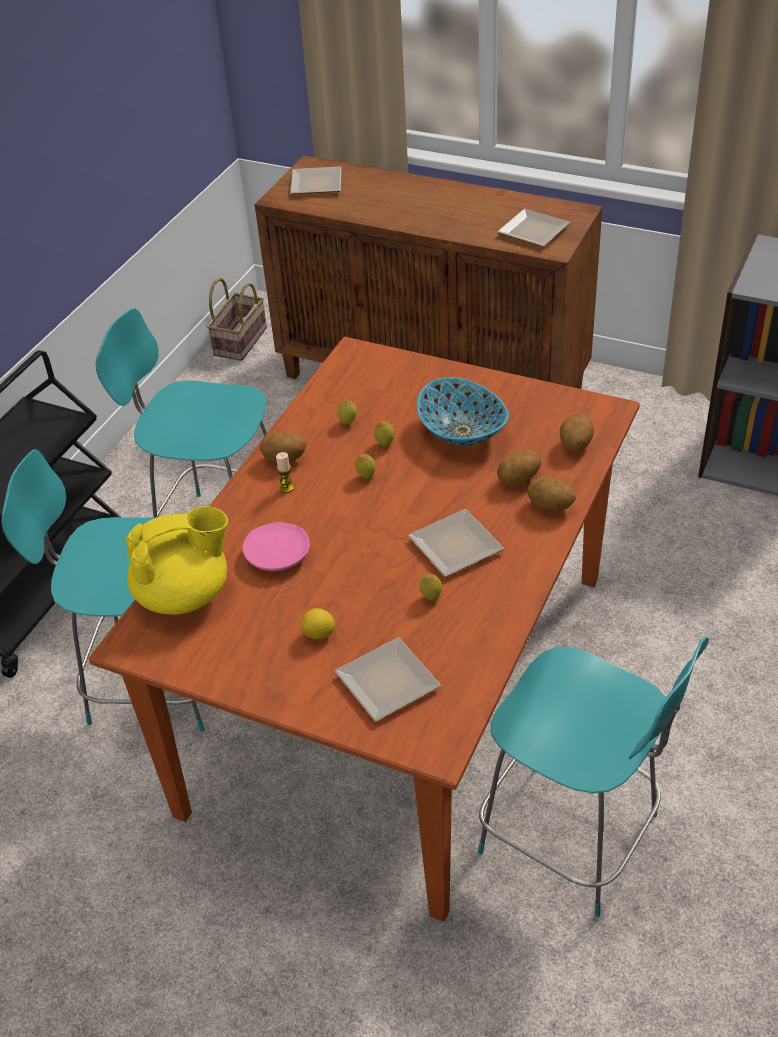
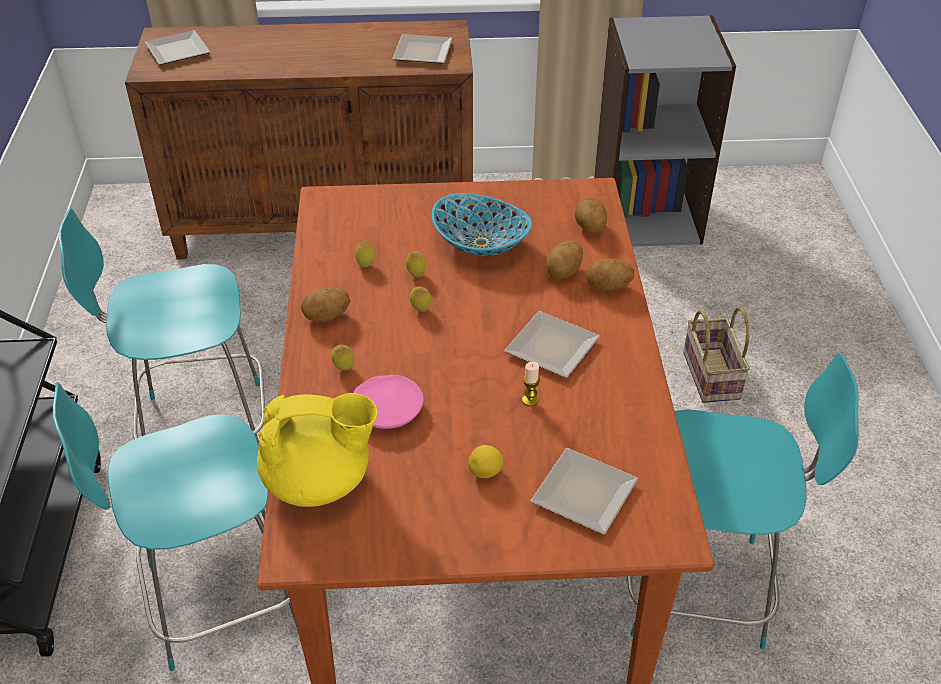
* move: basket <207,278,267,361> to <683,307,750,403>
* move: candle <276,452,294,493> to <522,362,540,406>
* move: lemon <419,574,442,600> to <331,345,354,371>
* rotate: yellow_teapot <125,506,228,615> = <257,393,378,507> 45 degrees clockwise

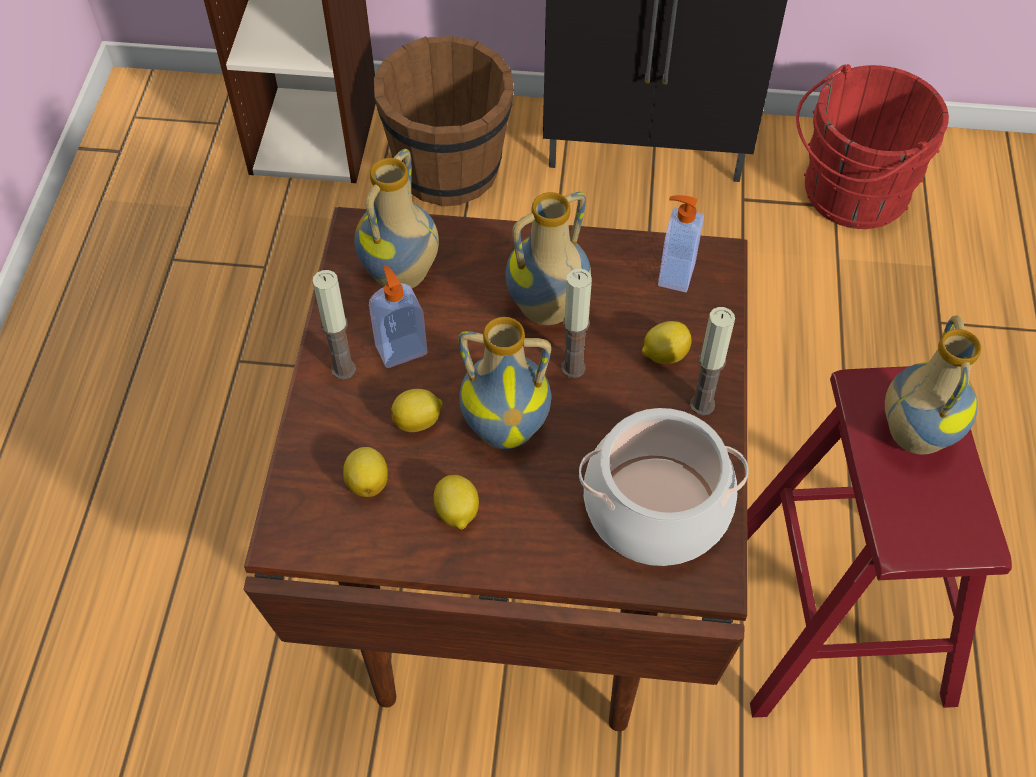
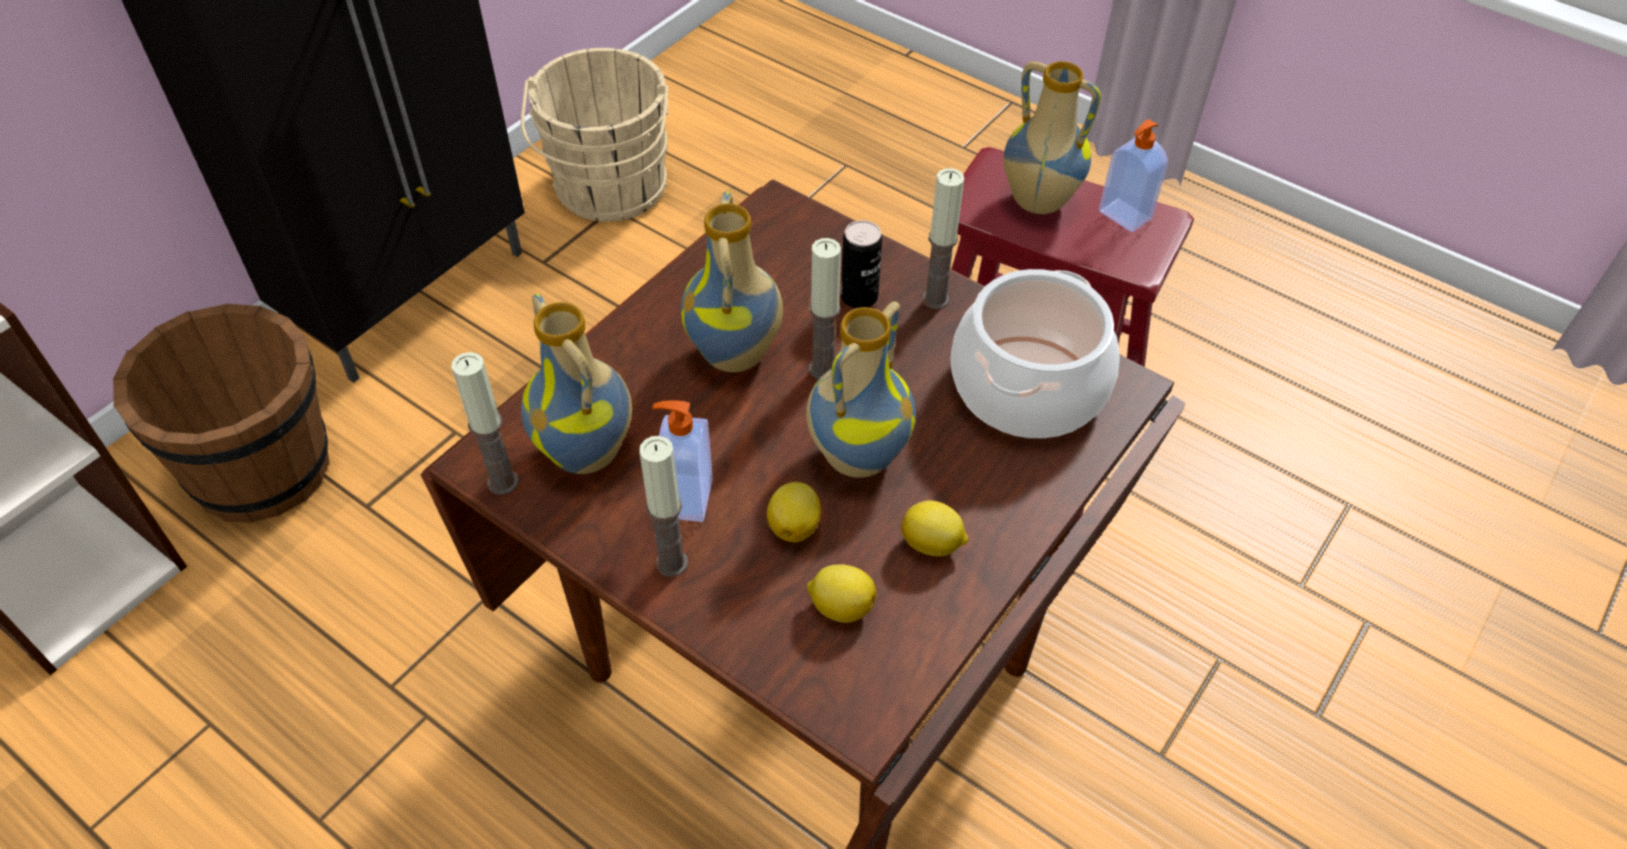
* insert: candle <451,352,519,495>
* move: soap_dispenser <658,195,704,292> to <1099,119,1168,232>
* replace: lemon <642,321,692,364> to can <841,220,882,309>
* recolor: red_bucket <796,64,949,229> to beige_bucket <521,48,668,222>

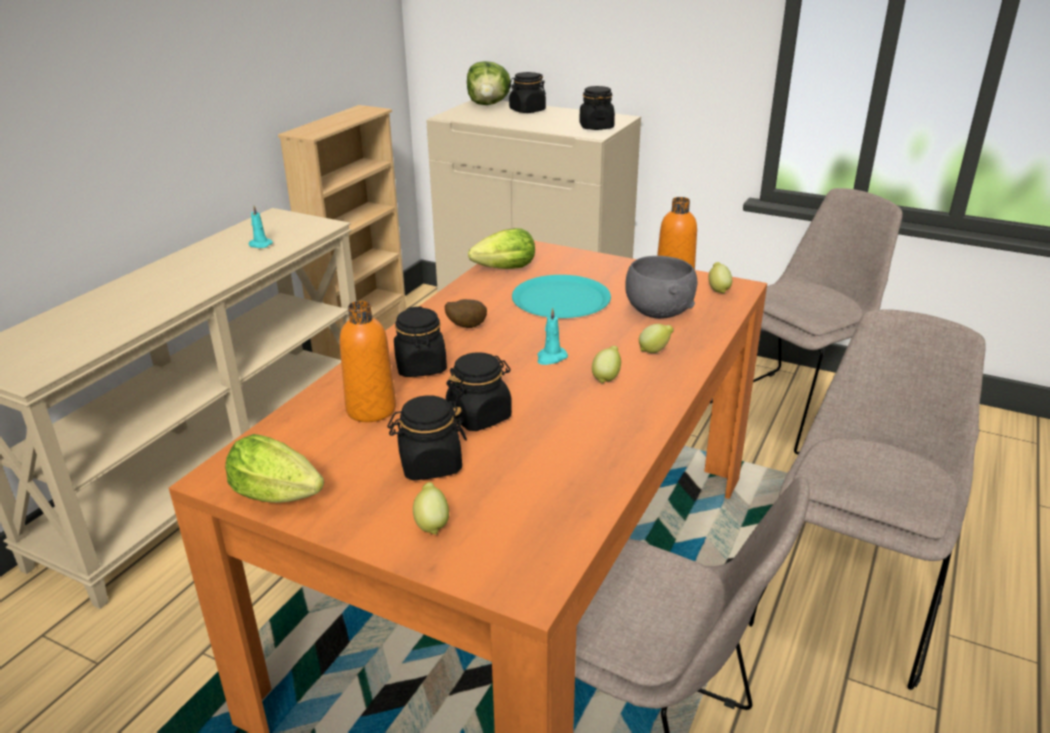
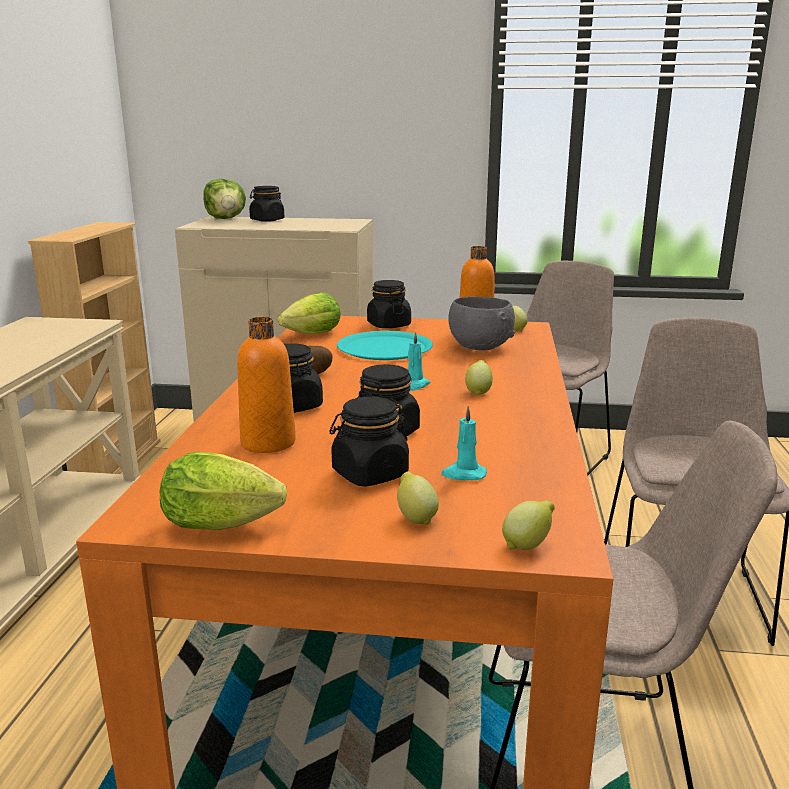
* move: turquoise_candle <249,206,273,248> to <441,406,487,480>
* move: black_jar <579,86,615,130> to <367,280,411,328>
* move: lemon <639,324,674,353> to <502,500,555,550>

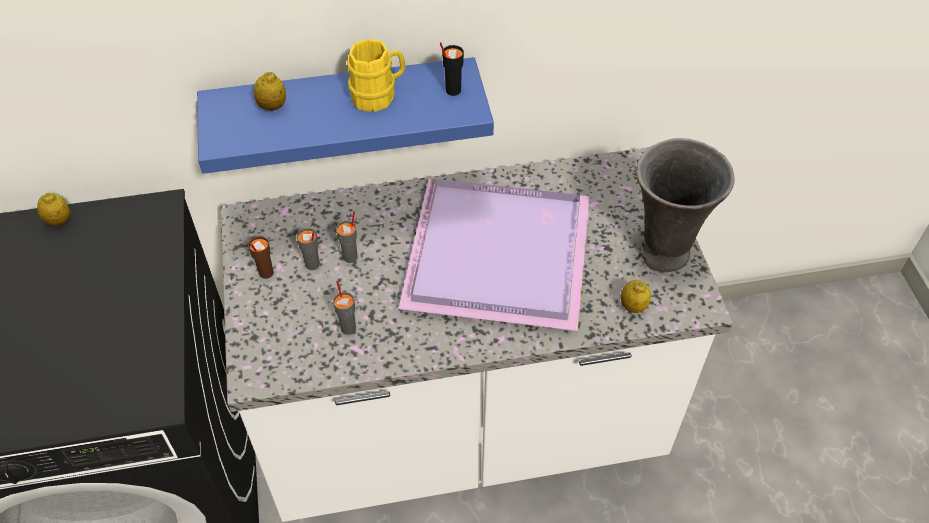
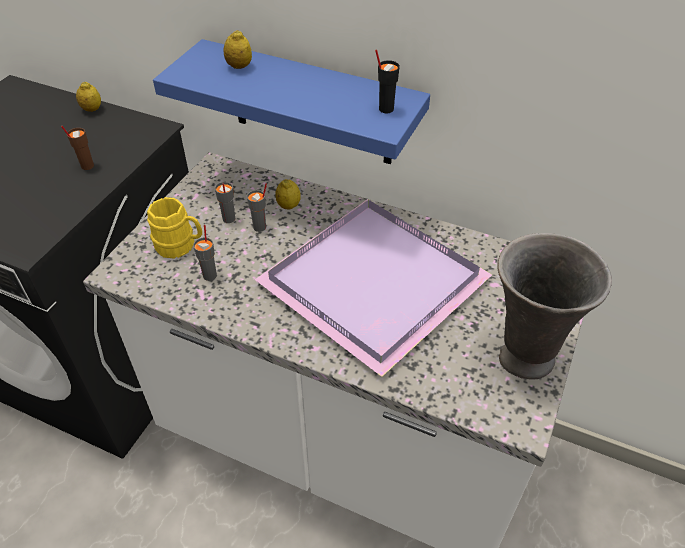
* move: brown_cup <248,236,274,279> to <61,126,94,170>
* move: yellow_mug <347,39,405,112> to <147,197,202,259>
* move: lemon <621,280,651,313> to <275,179,301,210>

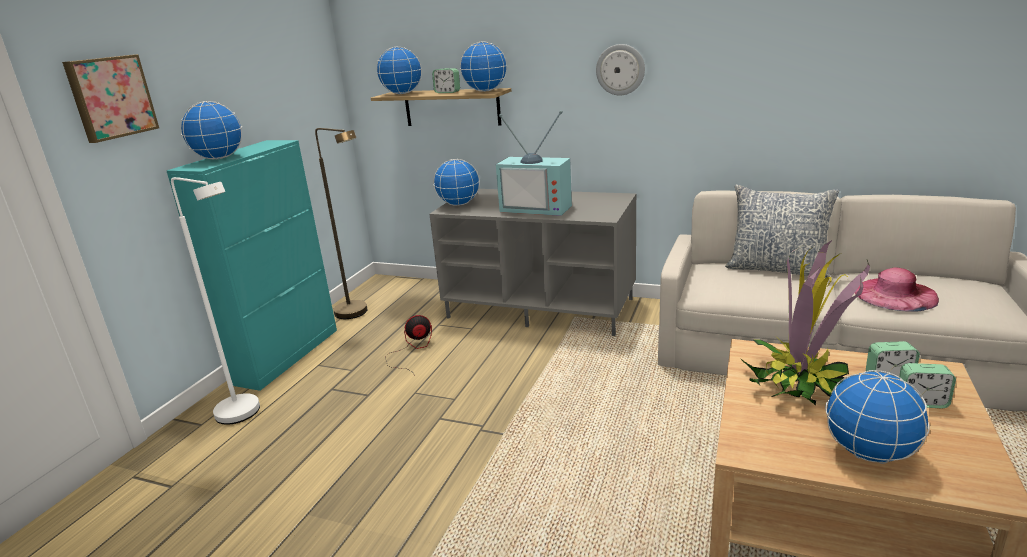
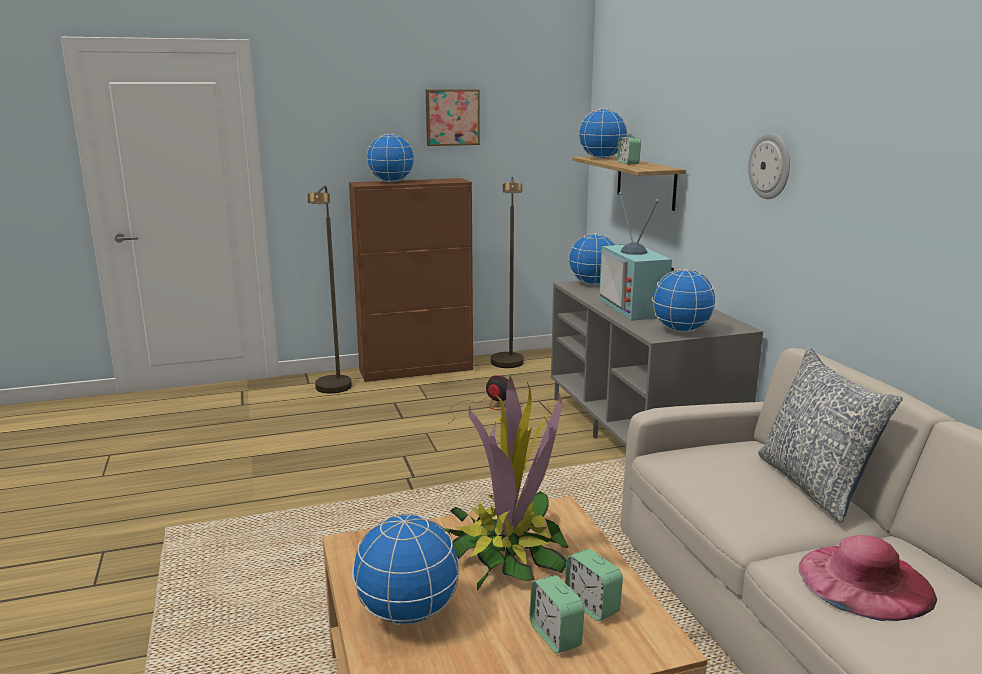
* move: picture <62,54,159,143> to <426,89,480,146>
* move: globe <460,42,507,92> to <652,269,717,332>
* recolor: turquoise_cabinet <167,140,337,391> to brown_cabinet <349,178,473,382>
* recolor: white_floor_lamp <171,177,260,425> to brown_floor_lamp <308,186,352,393>

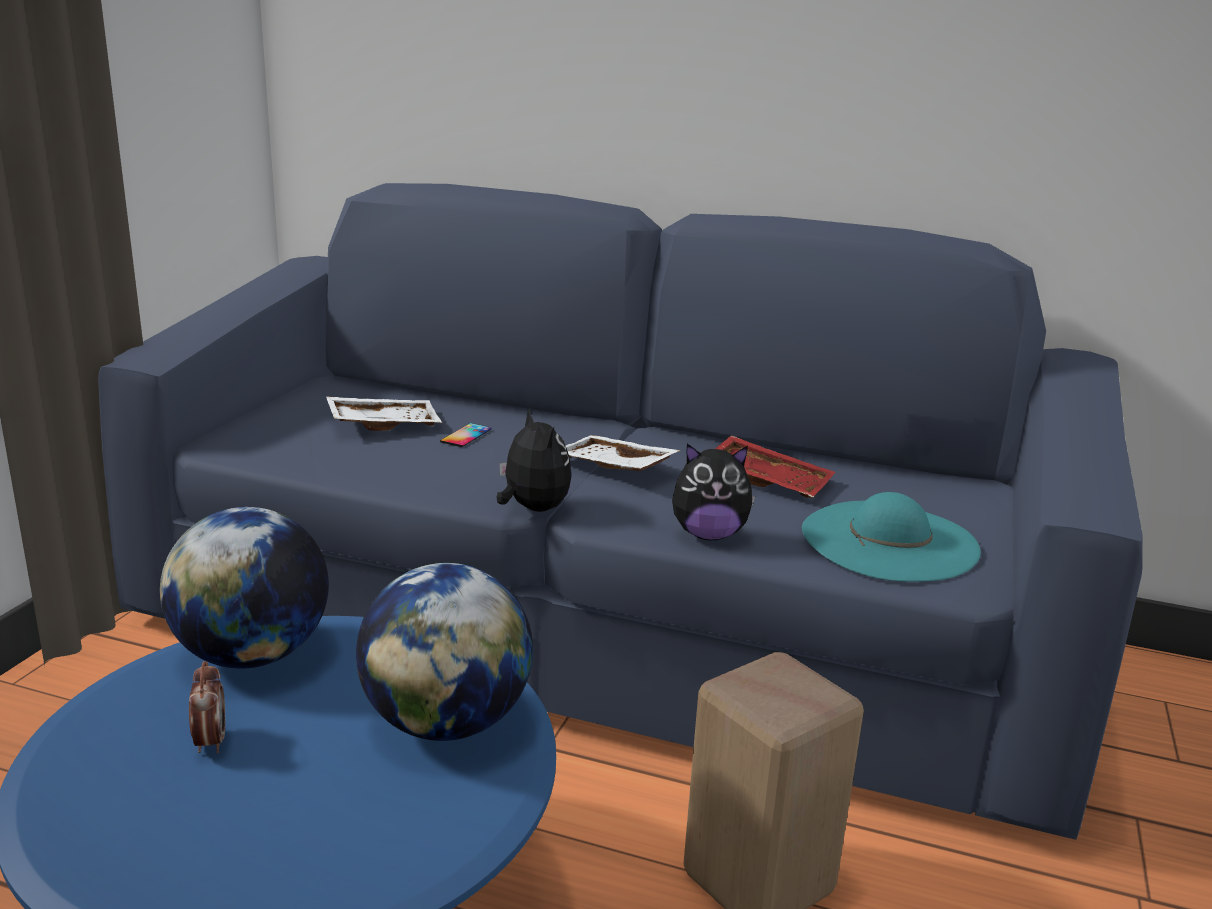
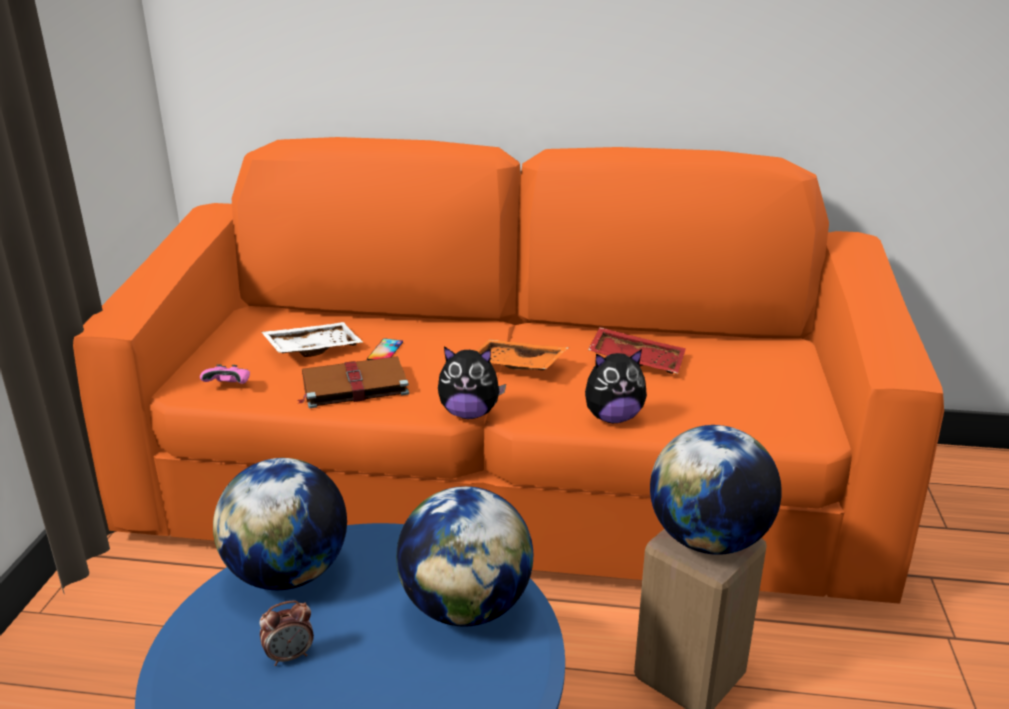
* delete: turquoise_hat <802,492,981,582>
* insert: pink_game_controller <200,364,250,384>
* insert: brown_book <298,357,409,408>
* insert: globe <650,425,782,555>
* recolor: blue_sofa <98,183,1143,840> to orange_sofa <73,137,944,604>
* recolor: white_tray <566,435,681,471> to orange_tray <476,340,569,370>
* rotate: alarm_clock <189,661,225,753> = <259,600,314,666> 90 degrees clockwise
* rotate: plush_toy <497,408,571,512> = <438,347,506,419> 135 degrees clockwise

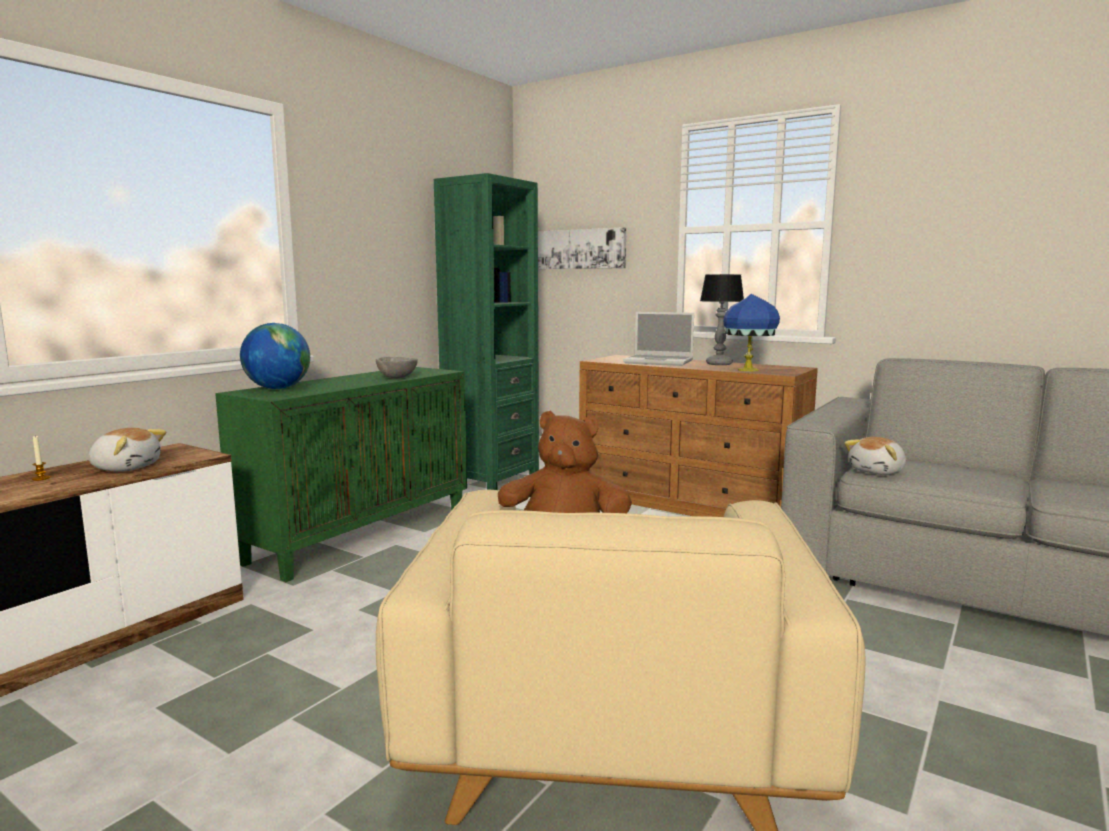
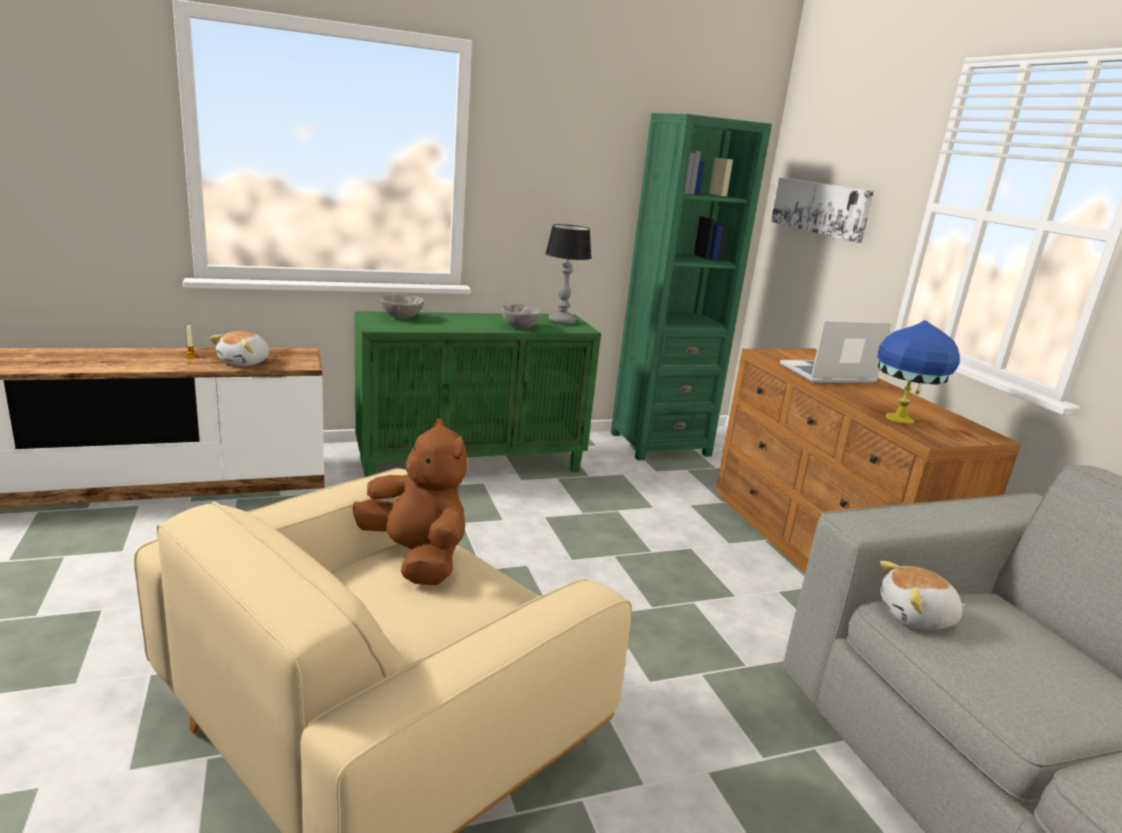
* move: table_lamp <700,274,744,365> to <545,224,591,325>
* replace: globe <240,323,310,389> to grey_bowl <381,294,424,319>
* rotate: plush_toy <89,428,166,472> = <209,331,269,366> 60 degrees clockwise
* rotate: laptop <623,312,694,366> = <780,320,892,383> 105 degrees clockwise

